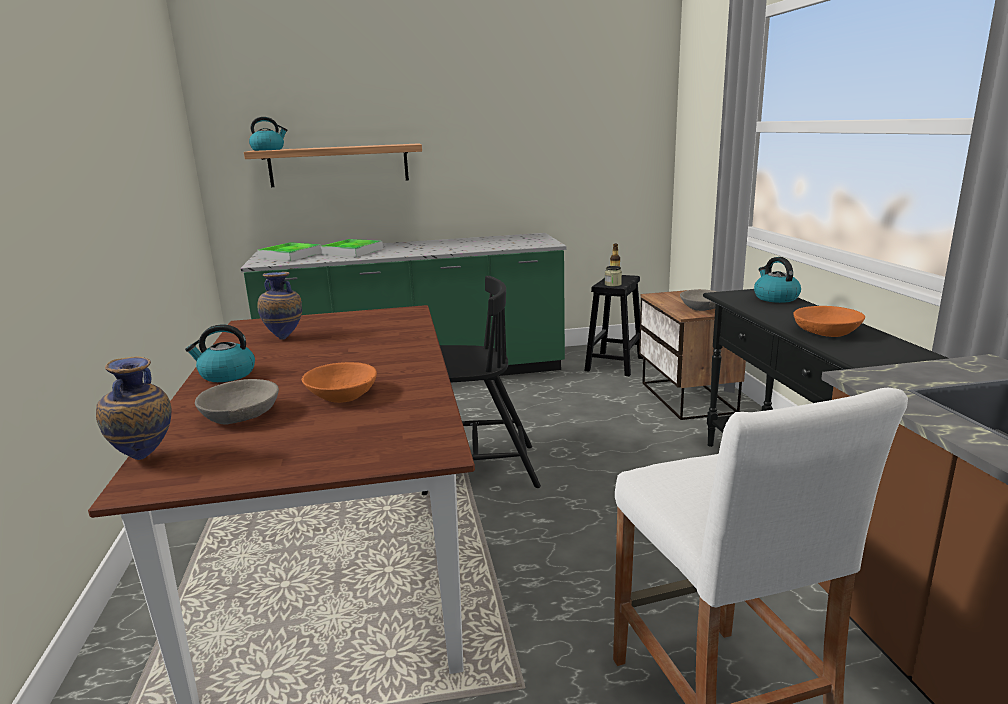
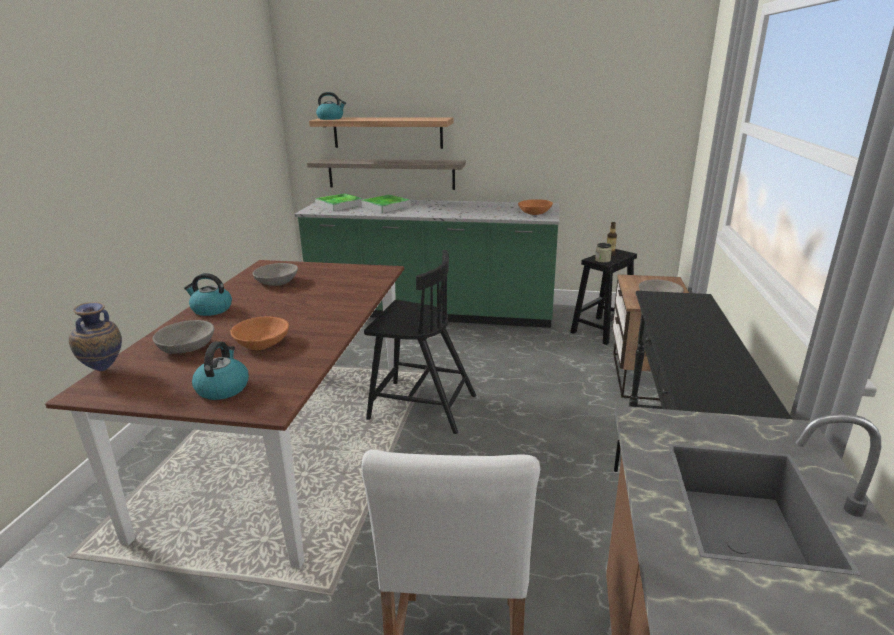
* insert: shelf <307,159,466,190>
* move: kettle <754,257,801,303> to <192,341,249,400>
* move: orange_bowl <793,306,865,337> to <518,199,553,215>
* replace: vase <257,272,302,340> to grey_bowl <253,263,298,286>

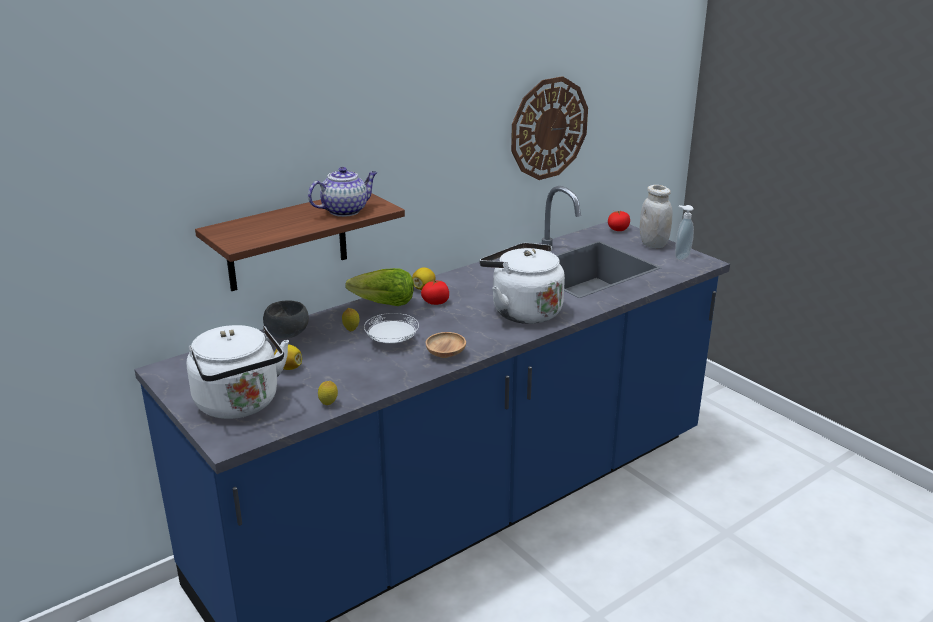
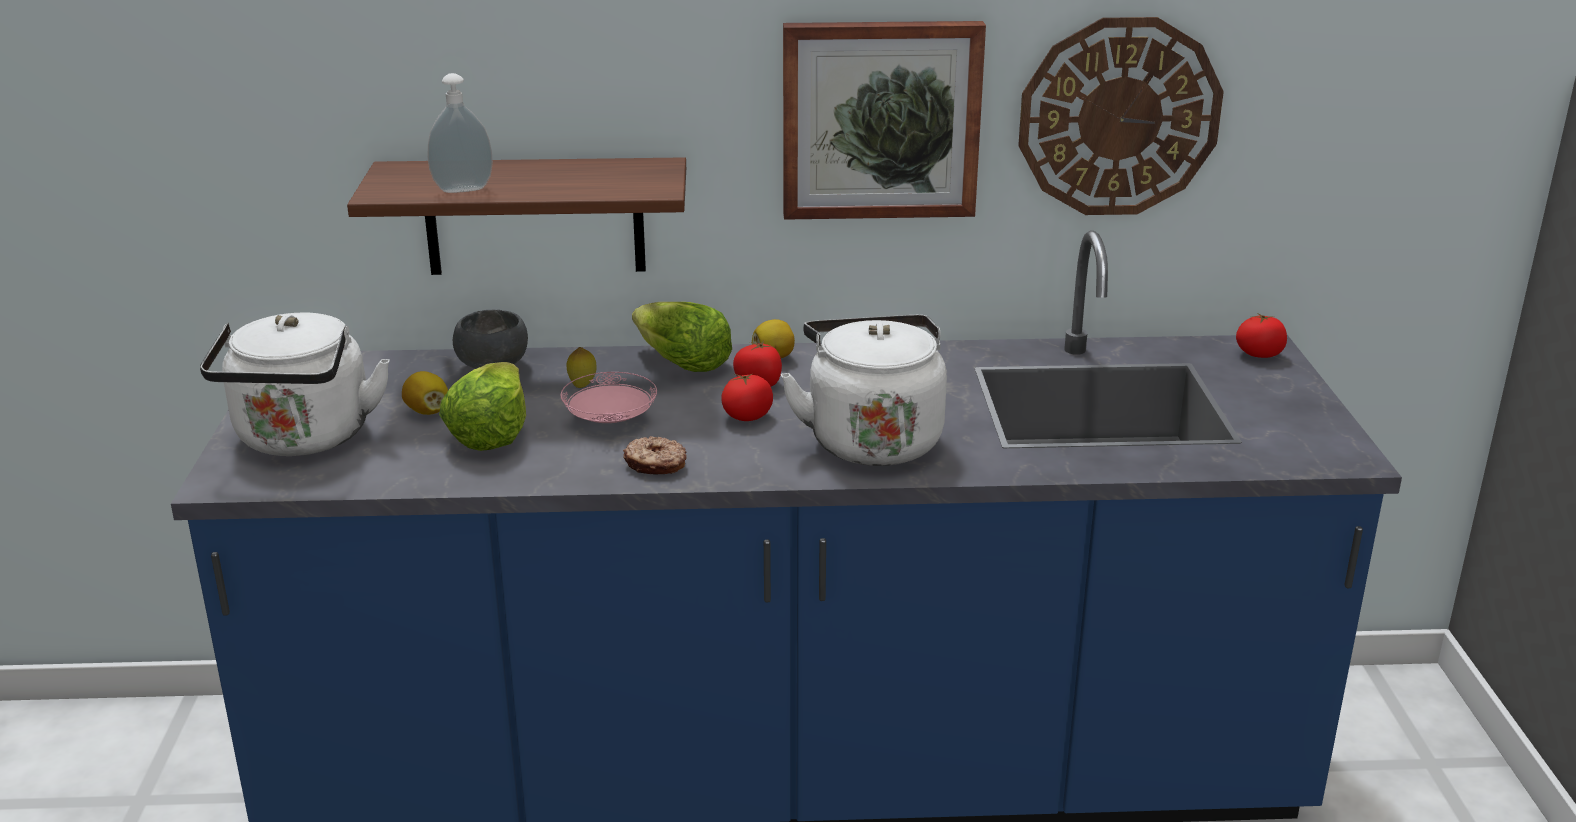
* delete: teapot <308,167,377,217>
* delete: lemon <318,381,338,405>
* delete: white_jar <640,185,672,249>
* insert: lettuce <439,362,526,451>
* insert: tomato <721,374,773,421>
* insert: picture <783,21,986,220>
* move: soap_dispenser <675,205,694,260> to <428,73,493,193>
* replace: brown_bowl <426,332,466,358> to donut <623,436,687,474>
* recolor: white_plate <364,313,419,344> to pink_plate <560,372,657,423>

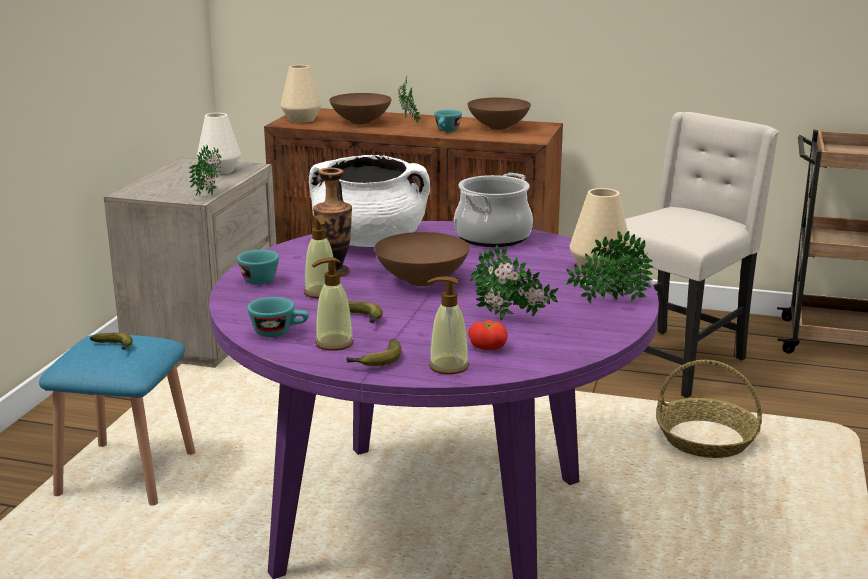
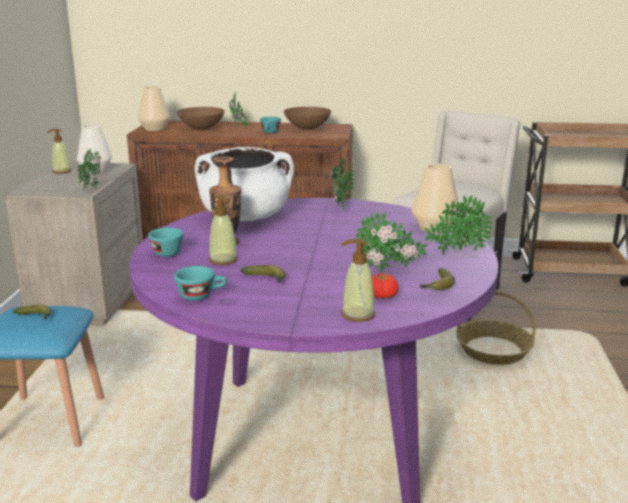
* delete: brown_bowl <374,232,470,286>
* move: soap_dispenser <312,257,354,351> to <47,129,72,174>
* move: banana <346,339,402,366> to <420,269,455,290>
* replace: cooking_pot <454,173,533,247> to potted_plant <330,158,355,210>

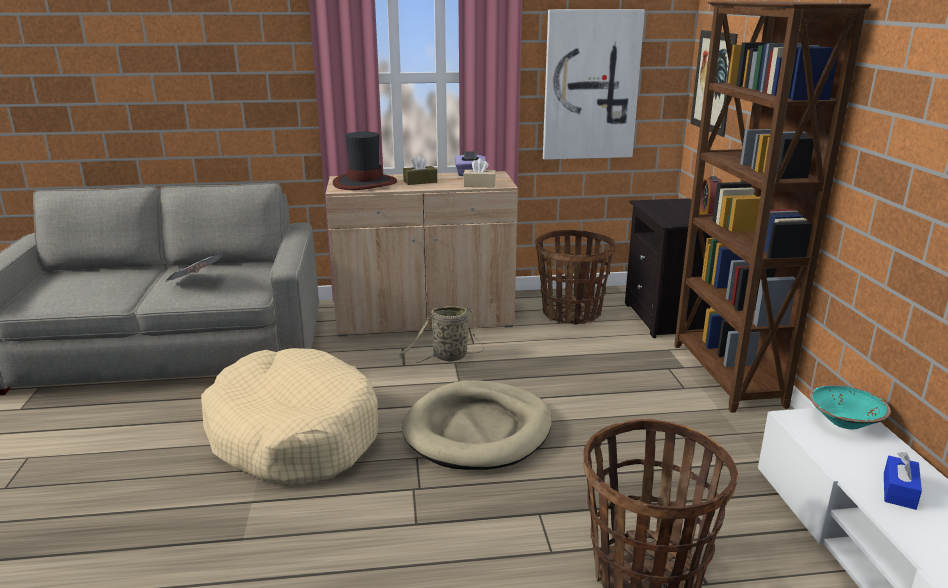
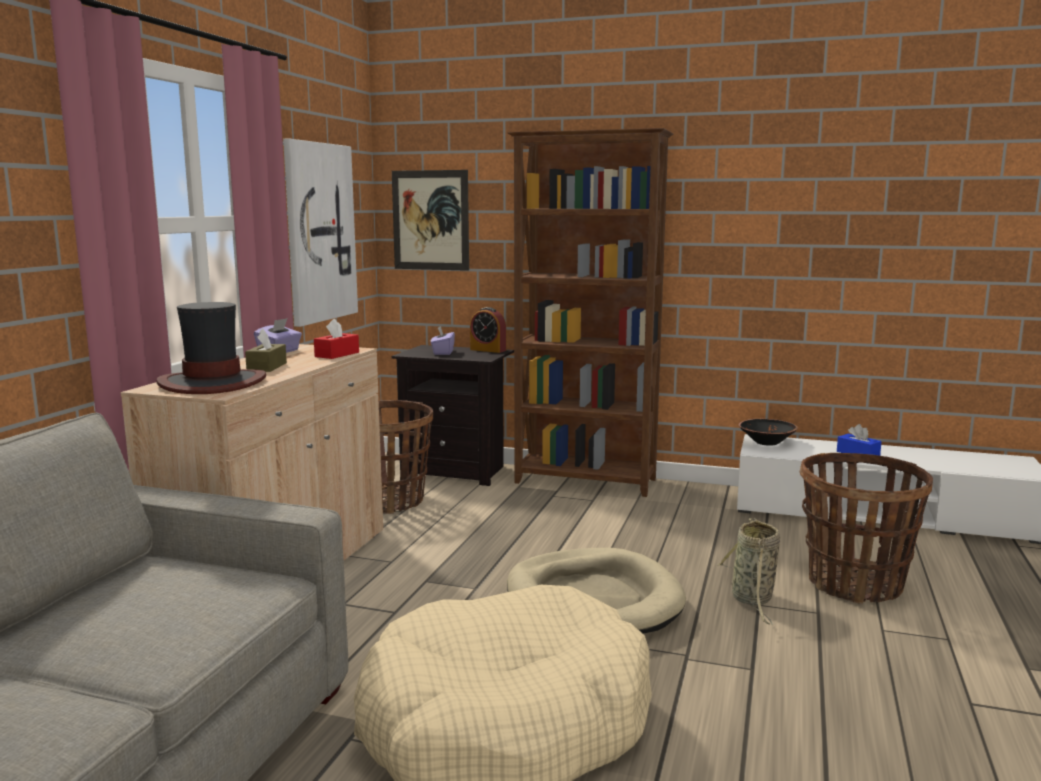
* delete: newspaper <165,254,223,282>
* insert: purple_tissue_box <431,326,455,355>
* move: basket <399,306,484,364> to <717,518,780,625>
* recolor: beige_tissue_box <463,158,496,187> to red_tissue_box <314,319,359,359>
* recolor: turquoise_bowl <809,385,891,429> to black_bowl <738,419,798,446>

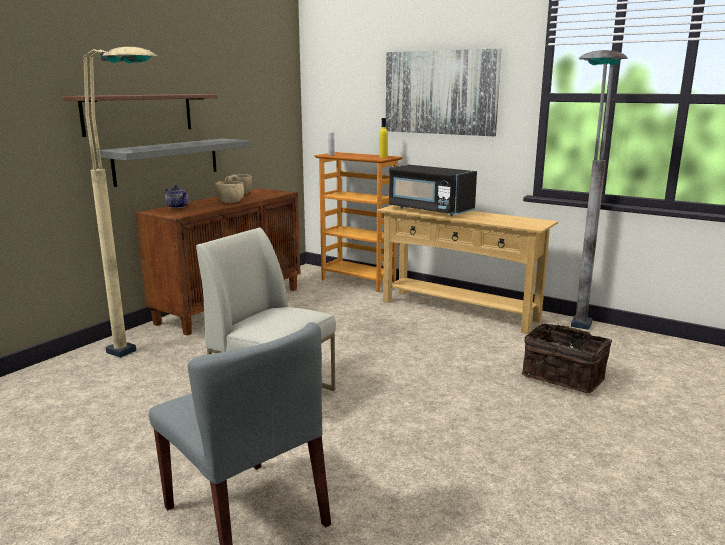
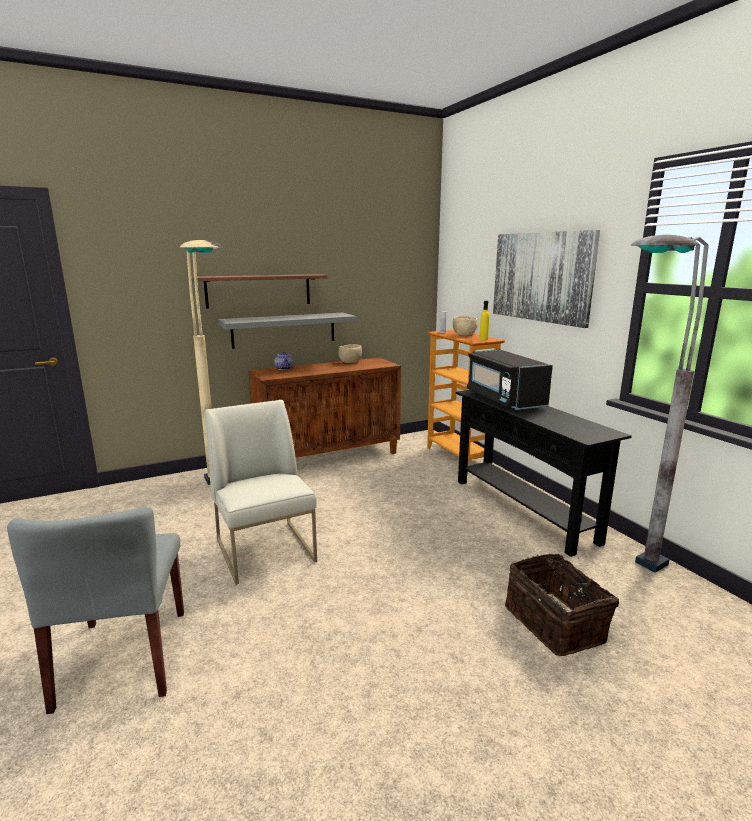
* move: beige_bowl <215,180,244,203> to <453,316,478,336>
* recolor: beige_console_table <377,205,558,334> to black_console_table <456,390,632,557>

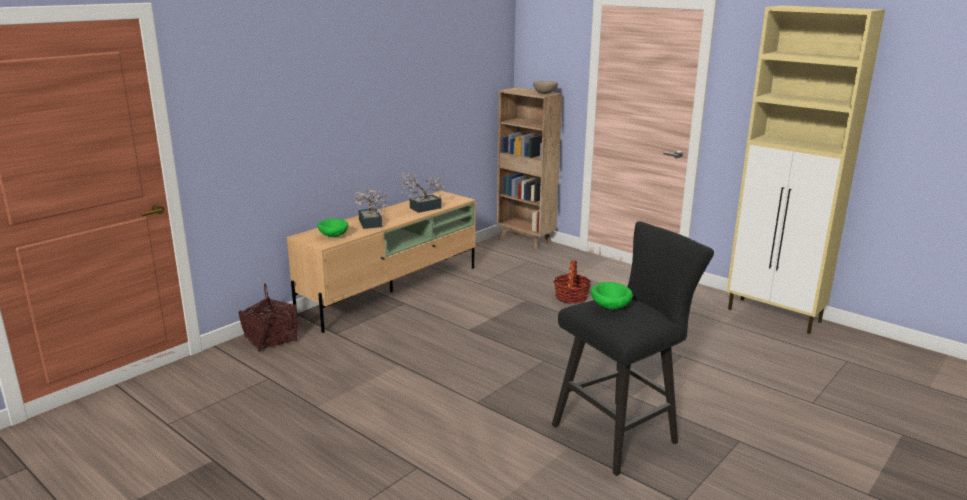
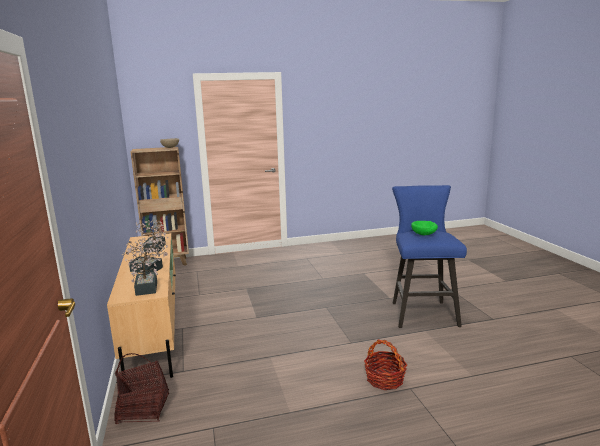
* delete: beige_cabinet <727,6,885,334>
* move: basket <554,260,591,304> to <364,339,407,390>
* replace: green_bowl <318,219,349,237> to potted_plant <125,243,160,296>
* recolor: black_stool <552,221,714,476> to blue_stool <392,185,467,328>

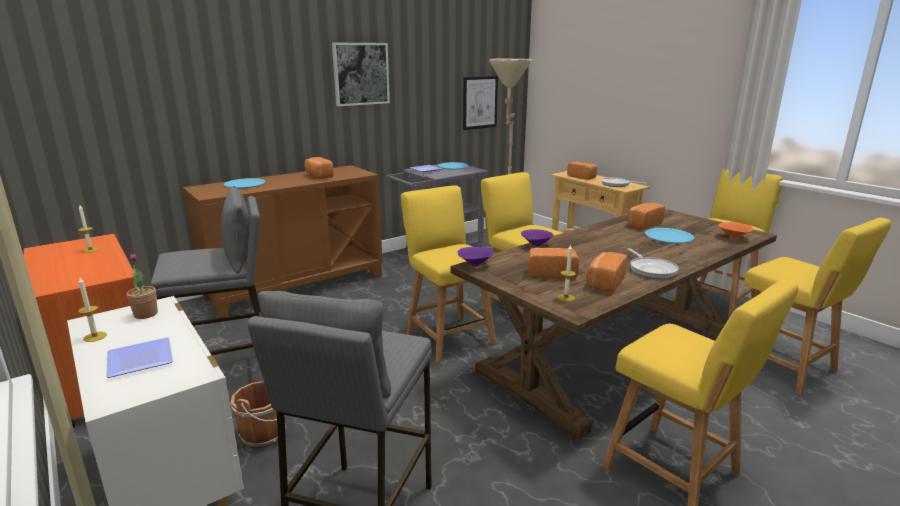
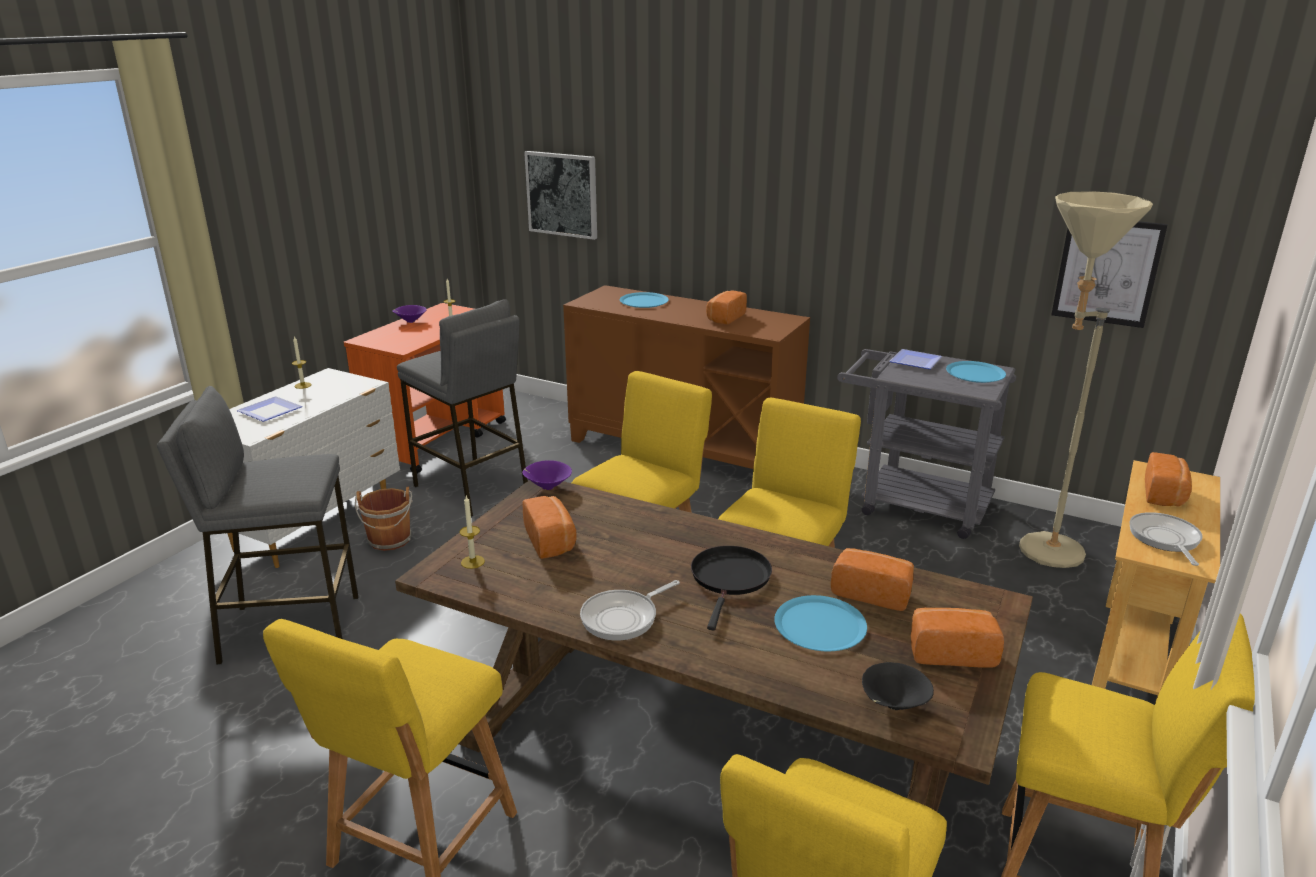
* delete: potted_plant <126,253,158,319>
* insert: black_frying_pan <691,546,772,630>
* move: picture <332,43,390,106> to <524,151,597,240>
* move: purple_bowl <521,229,554,247> to <393,305,427,323>
* move: bread <586,252,627,292> to <911,608,1004,668>
* recolor: orange_bowl <718,222,753,239> to black_bowl <862,662,934,710>

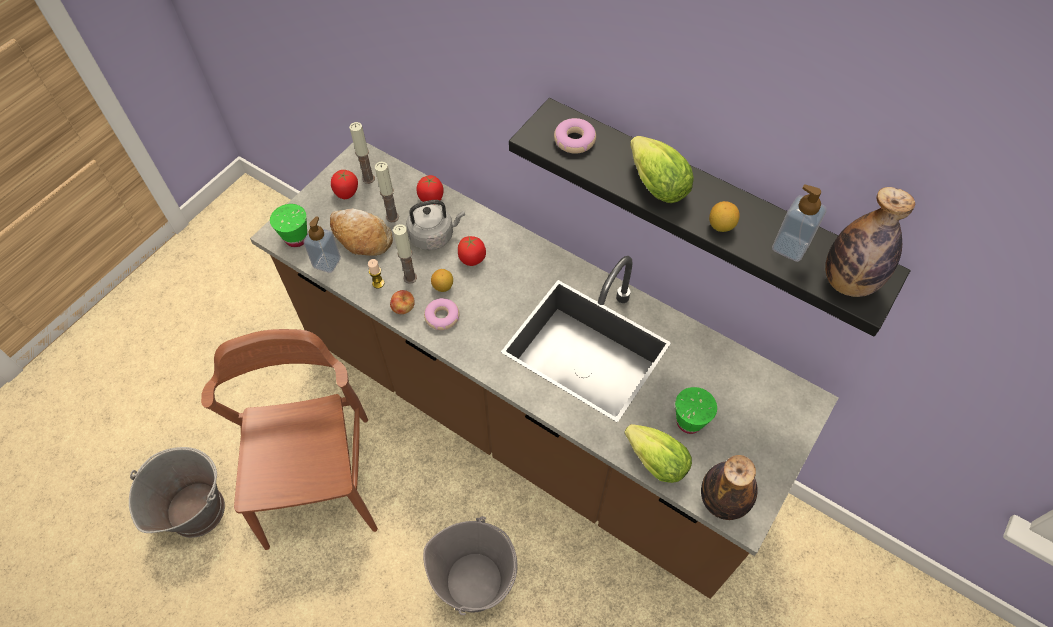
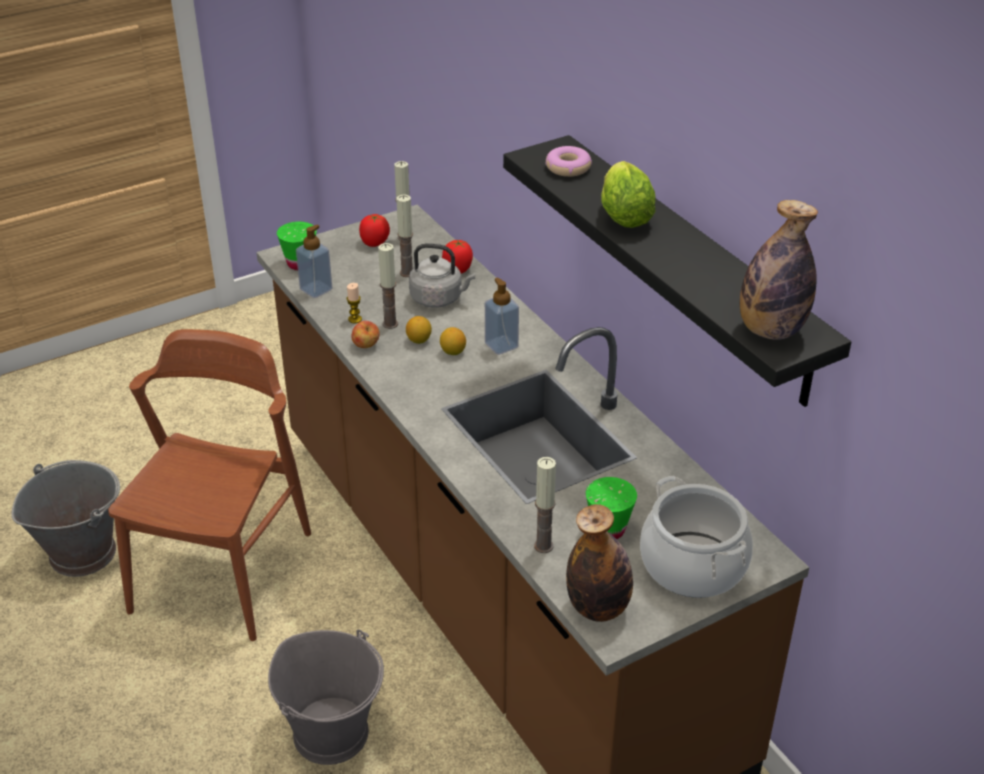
* delete: bread <330,208,393,256>
* delete: donut <424,298,459,330>
* delete: tomato <458,236,486,266>
* insert: cooking_pot <640,476,753,598>
* move: lemon <709,201,740,232> to <440,327,466,355>
* move: soap_dispenser <772,184,826,262> to <485,278,519,355>
* replace: lettuce <624,424,692,483> to candle <534,457,556,553>

